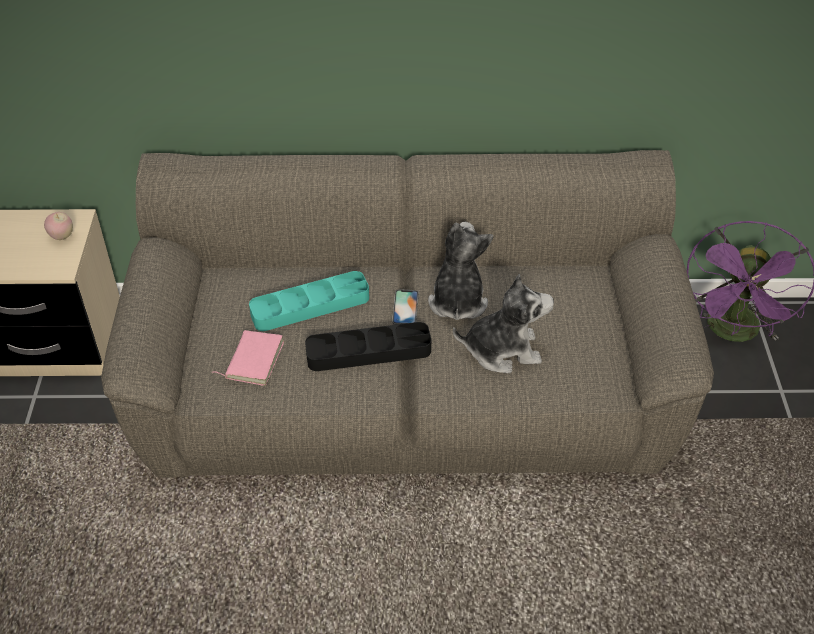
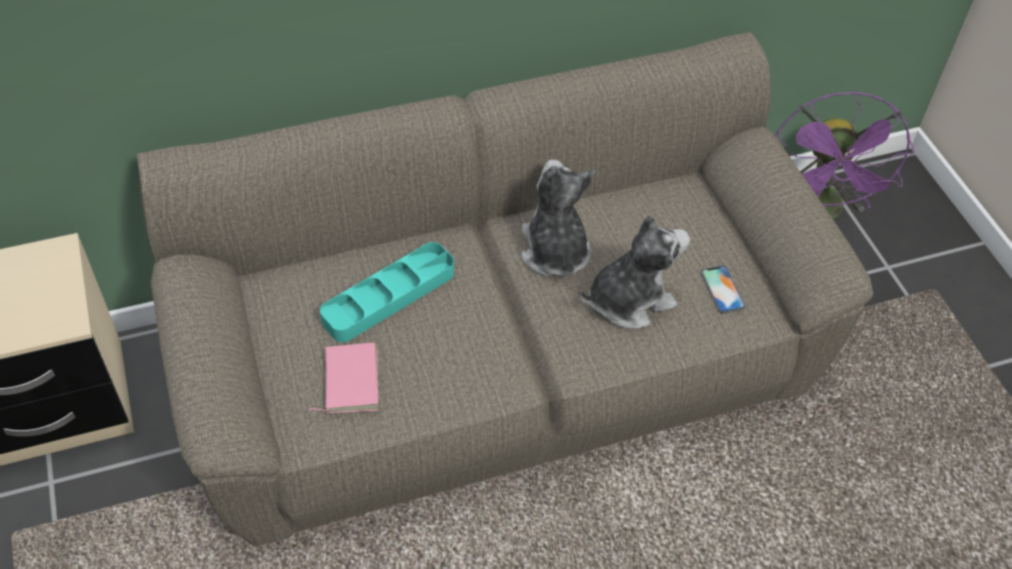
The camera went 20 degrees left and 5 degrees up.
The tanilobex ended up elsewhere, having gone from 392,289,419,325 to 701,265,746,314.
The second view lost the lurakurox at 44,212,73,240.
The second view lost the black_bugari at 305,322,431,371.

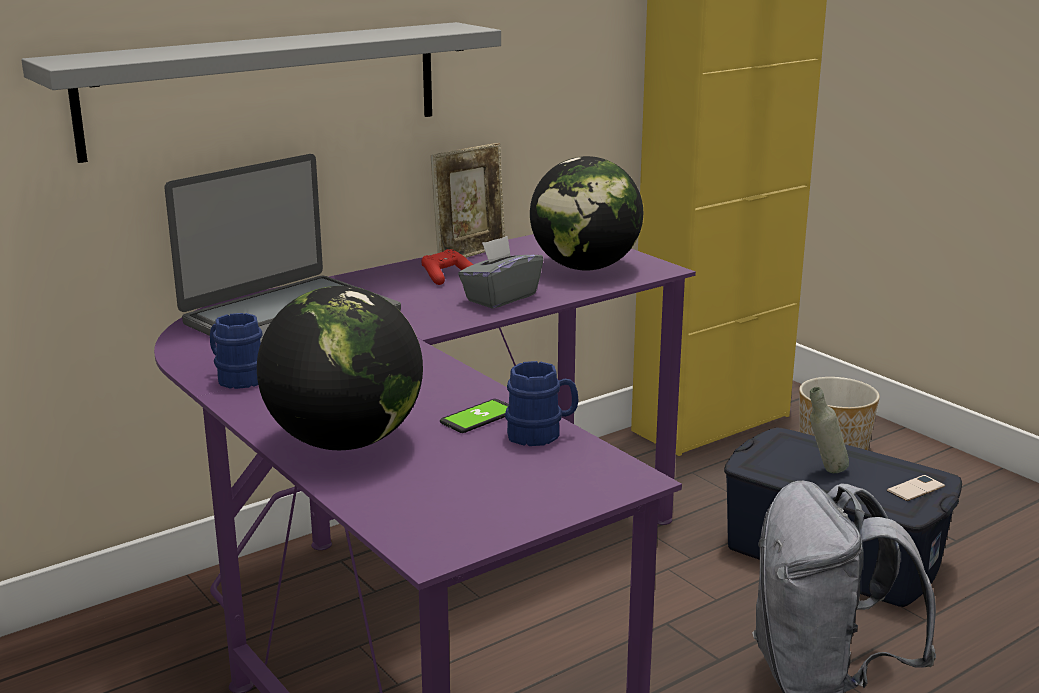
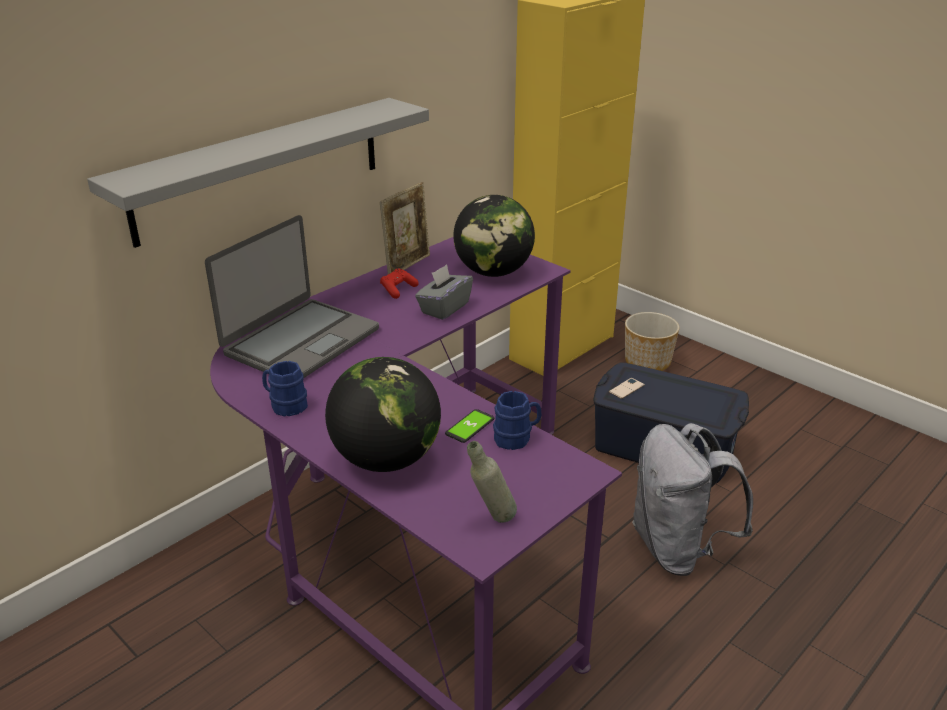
The camera went 10 degrees left and 10 degrees up.
The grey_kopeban ended up elsewhere, having gone from 810,387,849,473 to 467,441,517,523.
The tanilobex ended up elsewhere, having gone from 887,475,945,501 to 609,378,645,399.

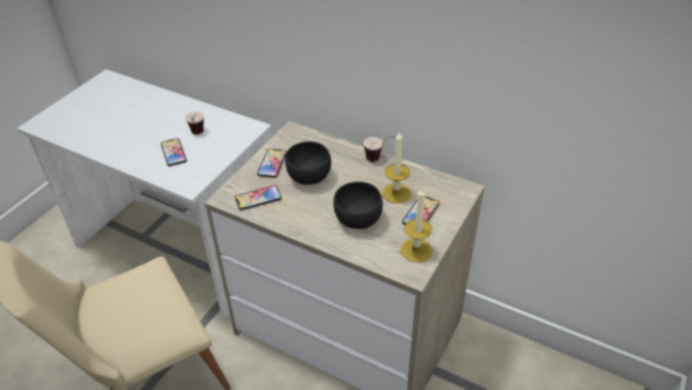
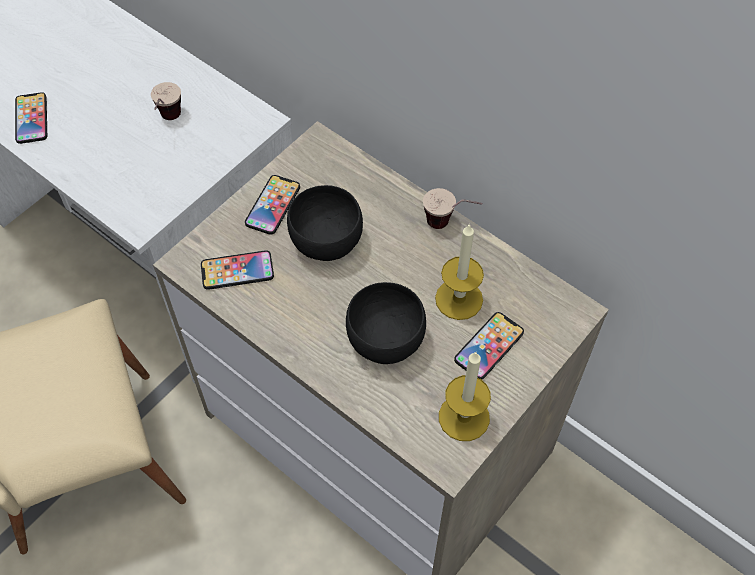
The camera went 10 degrees right and 15 degrees up.
The tanilobex ended up elsewhere, having gone from 161,138,187,166 to 15,92,47,144.

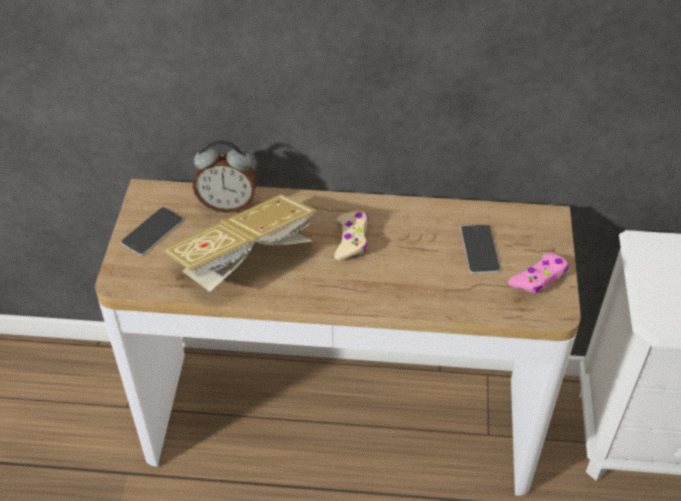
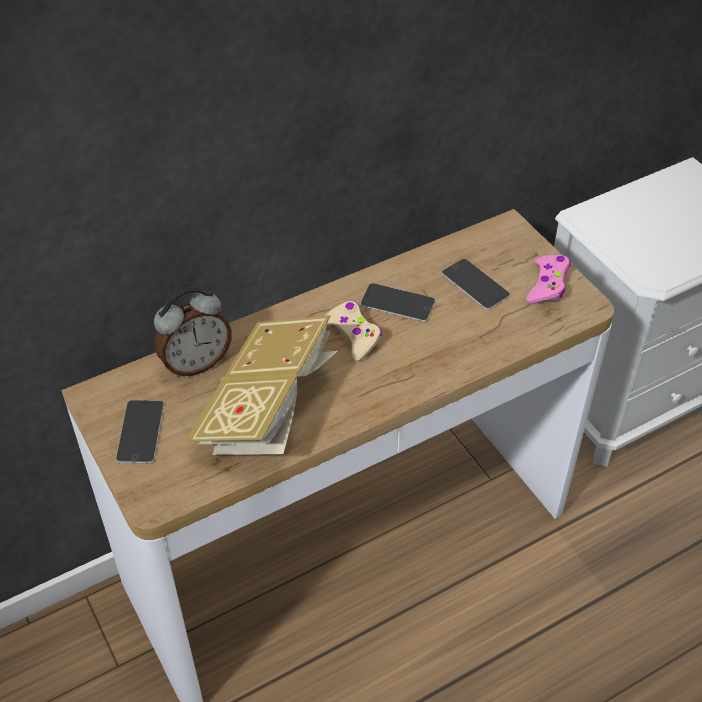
The camera went 35 degrees left and 0 degrees up.
The second view gained the tanilobex at 360,283,436,322.

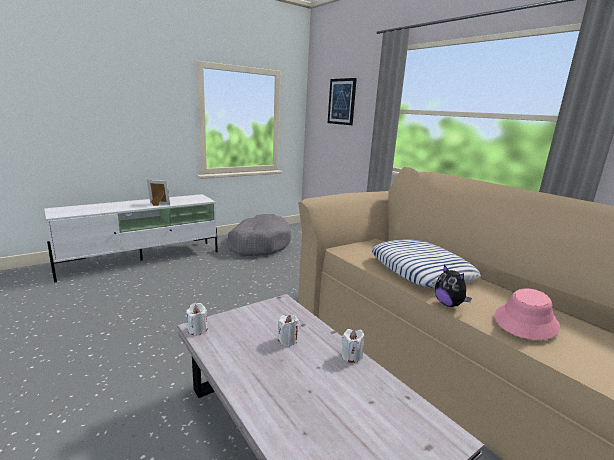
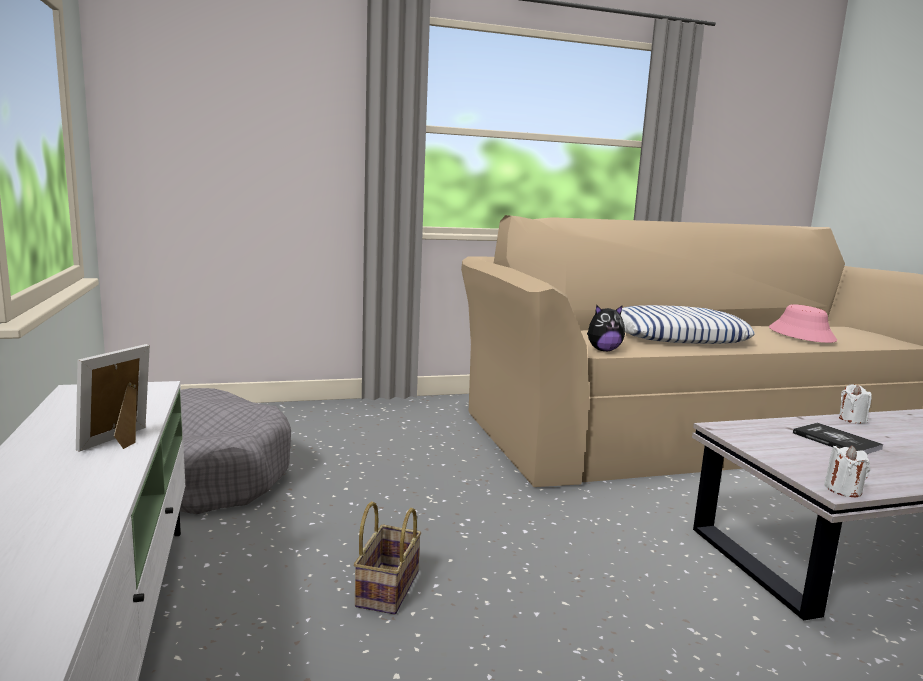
The camera went 70 degrees left and 5 degrees down.
The second view gained the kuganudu at 354,501,421,615.
The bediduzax ended up elsewhere, having gone from 435,265,472,307 to 587,305,625,351.
Where the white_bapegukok stood at 277,315,299,346, the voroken came to stand at 793,423,883,454.
The second view lost the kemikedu at 328,78,357,125.

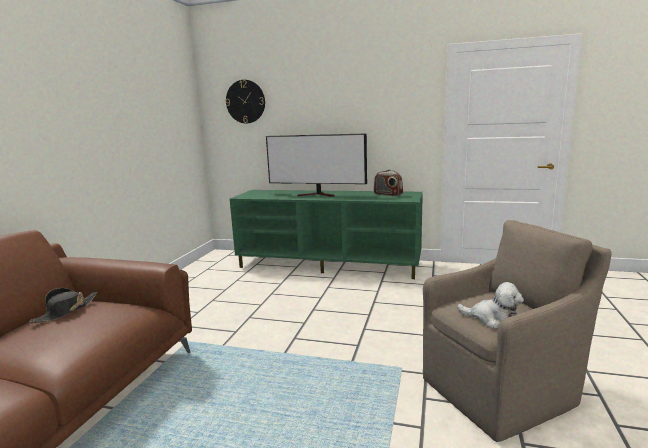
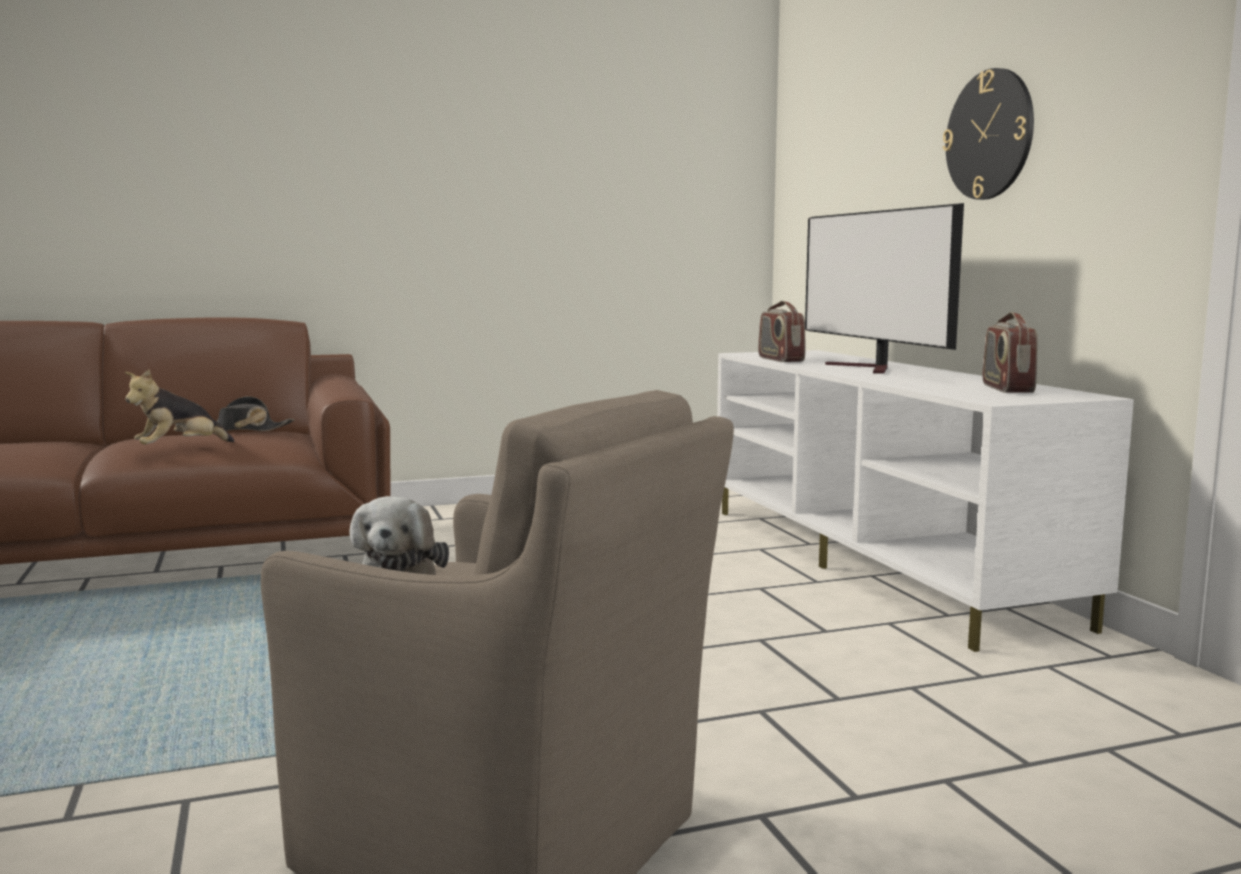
The camera went 55 degrees right and 5 degrees down.
The second view gained the bediduzax at 125,369,235,444.
What was the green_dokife at 230,190,423,279 turned into the white_dokife at 717,350,1134,652.
The second view gained the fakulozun at 758,301,806,362.
The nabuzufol ended up elsewhere, having gone from 225,80,265,123 to 943,68,1034,200.

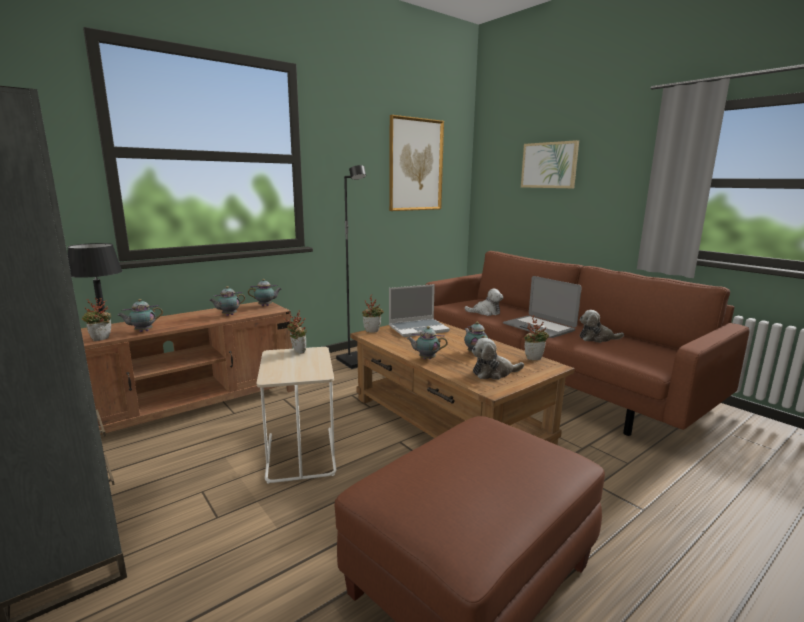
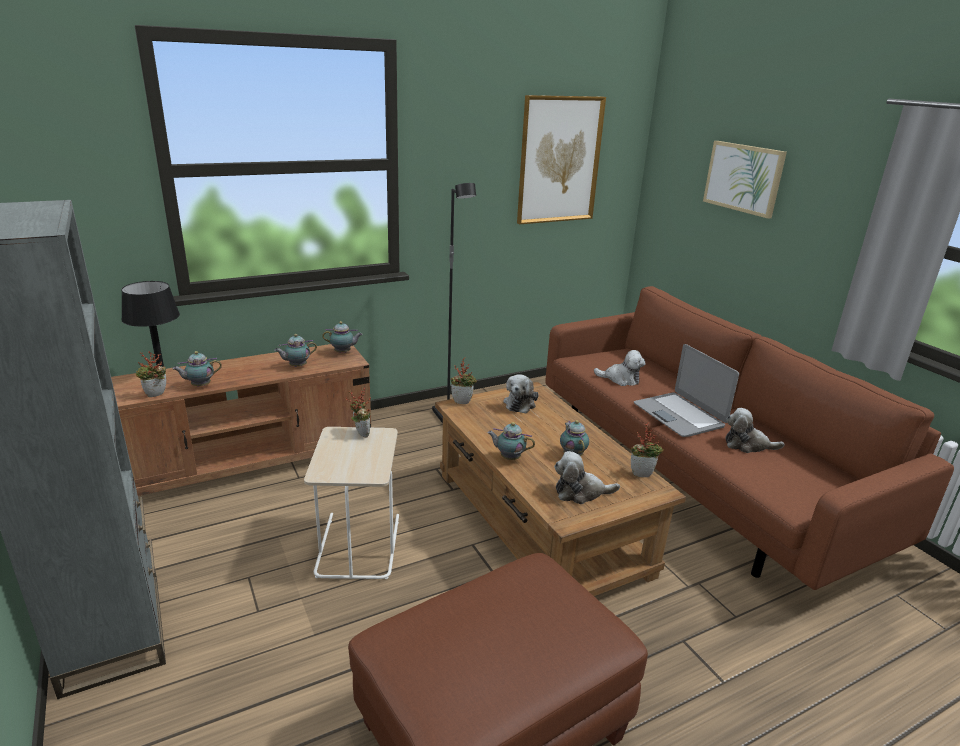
The camera went 10 degrees right and 10 degrees up.
Where the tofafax stood at 389,284,450,337, the bediduzax came to stand at 503,374,539,413.

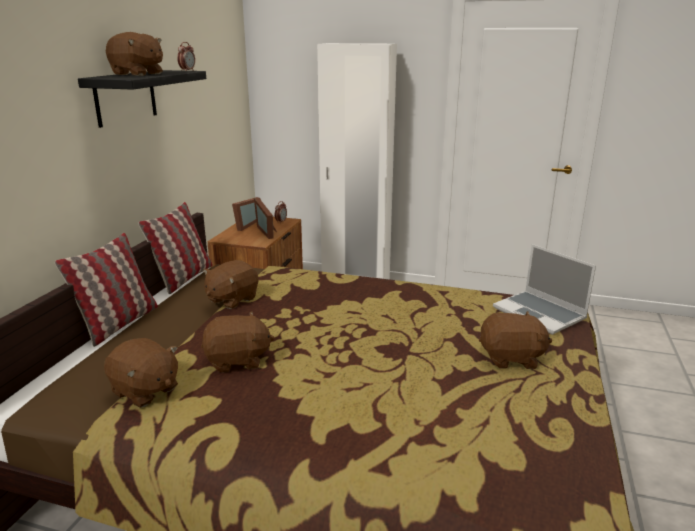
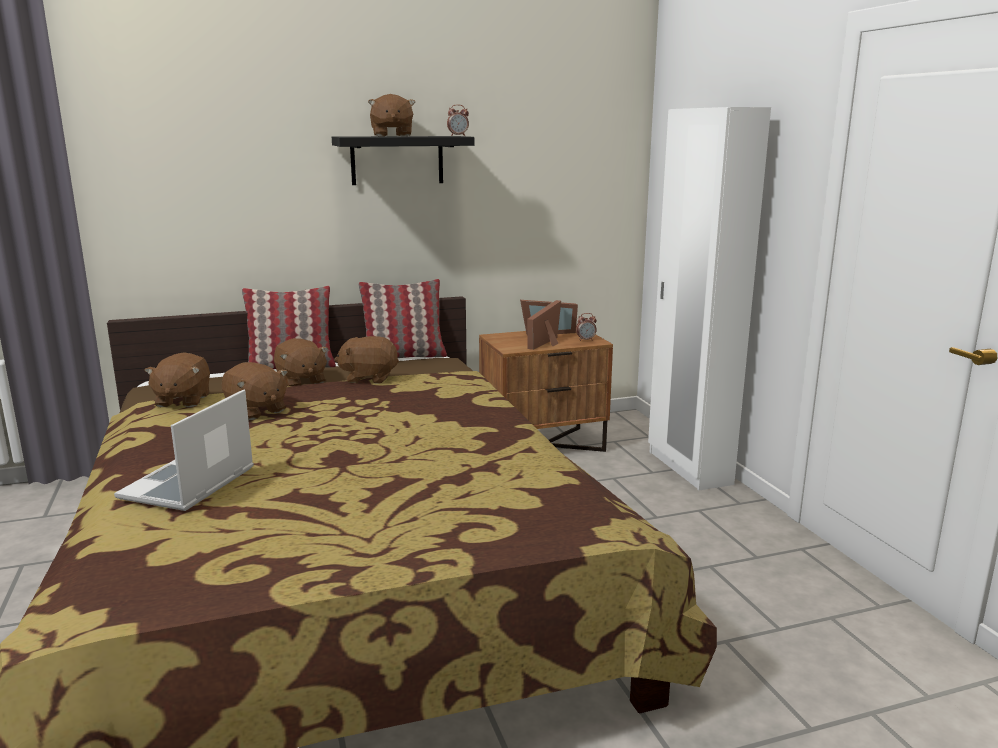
The camera went 55 degrees right and 5 degrees down.
The tofafax ended up elsewhere, having gone from 493,244,596,335 to 114,389,254,511.
The brown_bediduzax ended up elsewhere, having gone from 479,311,552,369 to 274,338,328,387.

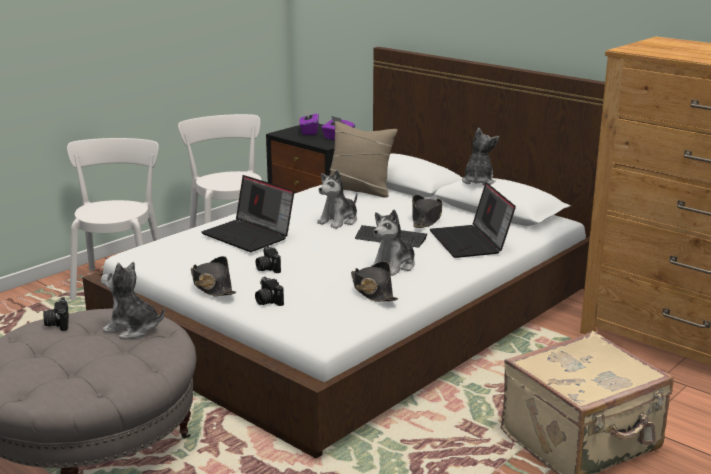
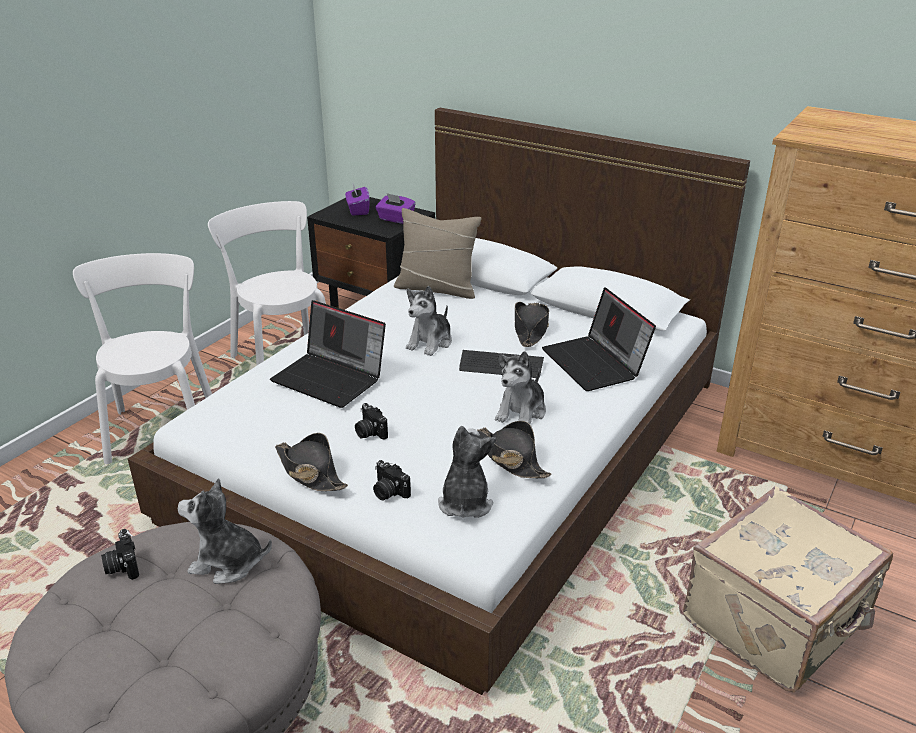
The camera went 10 degrees left and 10 degrees up.
The bediduzax ended up elsewhere, having gone from 462,128,499,185 to 438,426,496,518.

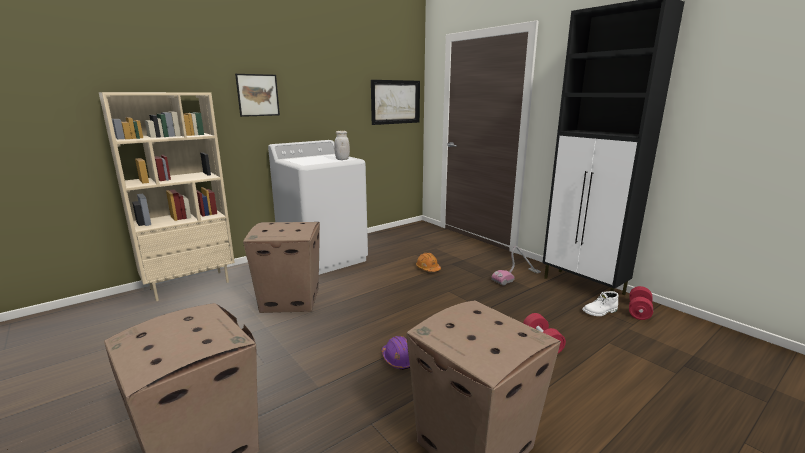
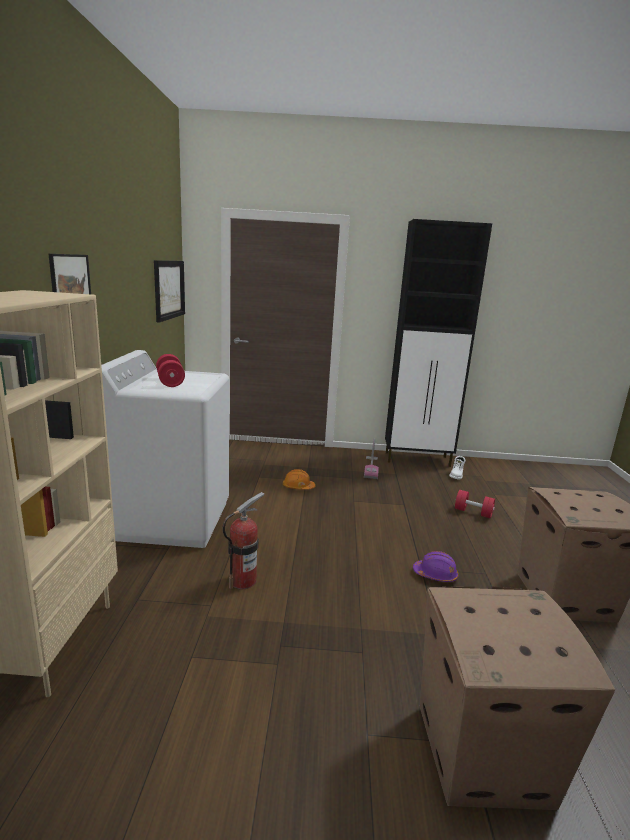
The camera went 50 degrees left and 0 degrees up.
The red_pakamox ended up elsewhere, having gone from 629,286,653,320 to 156,354,185,387.
Where the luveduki stood at 243,222,320,313, the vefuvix came to stand at 222,492,265,589.
The second view lost the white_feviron at 334,131,350,160.

